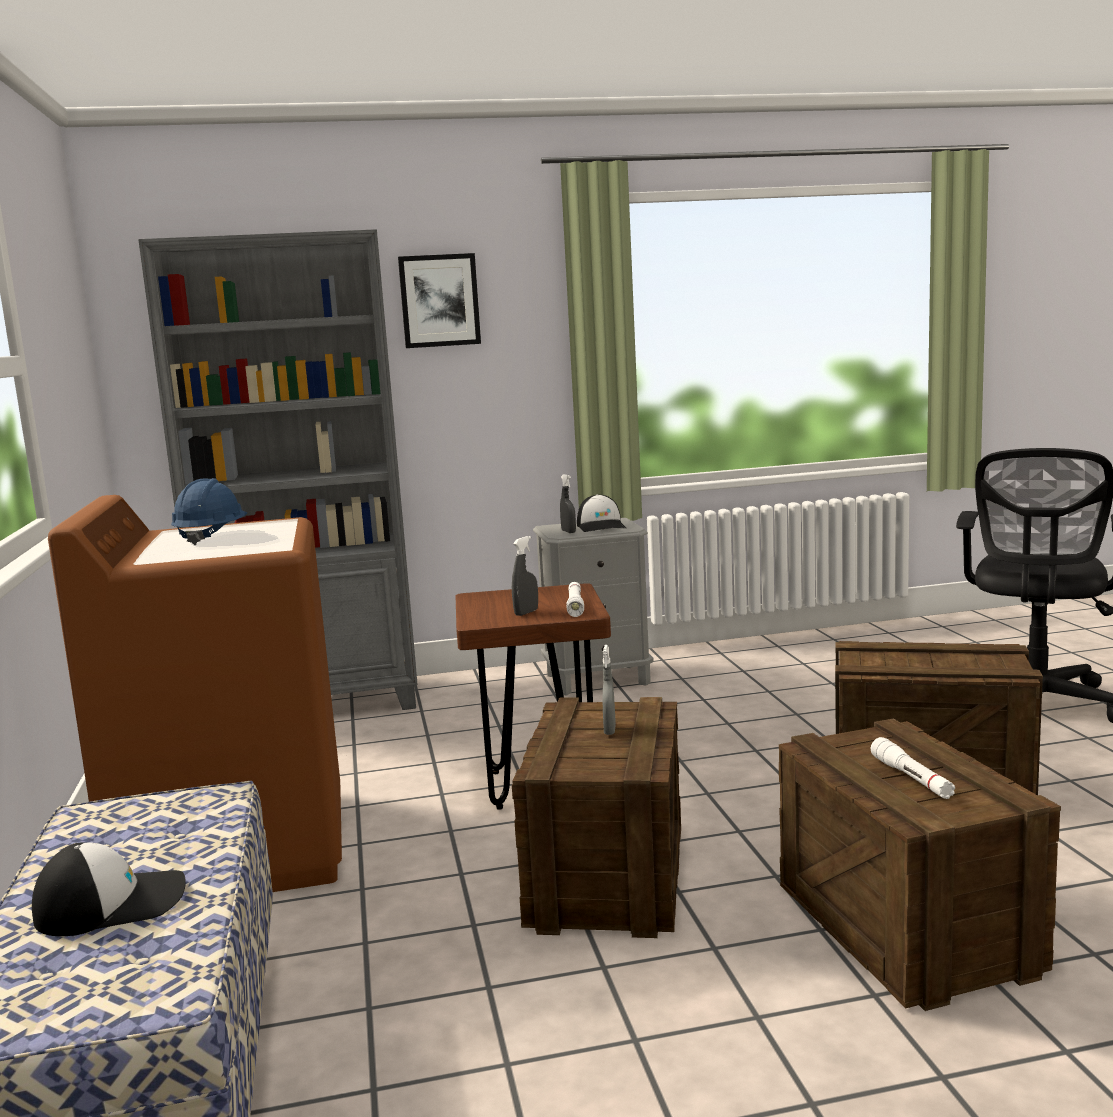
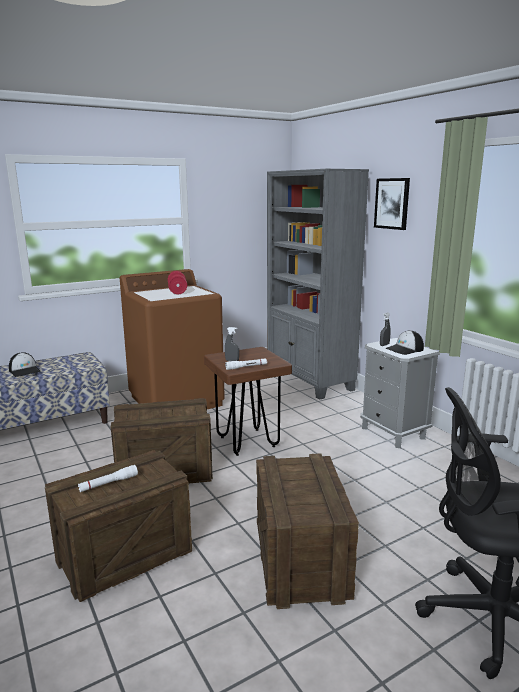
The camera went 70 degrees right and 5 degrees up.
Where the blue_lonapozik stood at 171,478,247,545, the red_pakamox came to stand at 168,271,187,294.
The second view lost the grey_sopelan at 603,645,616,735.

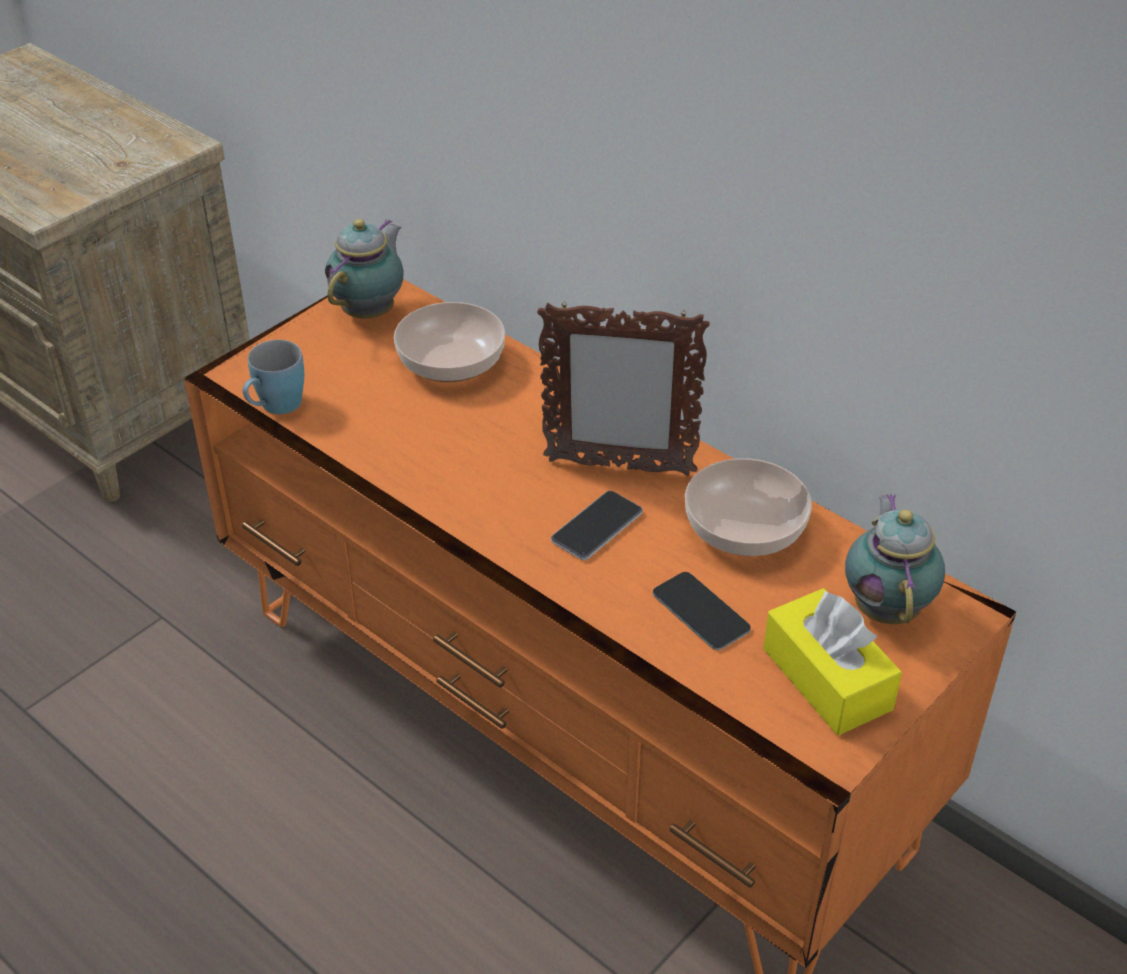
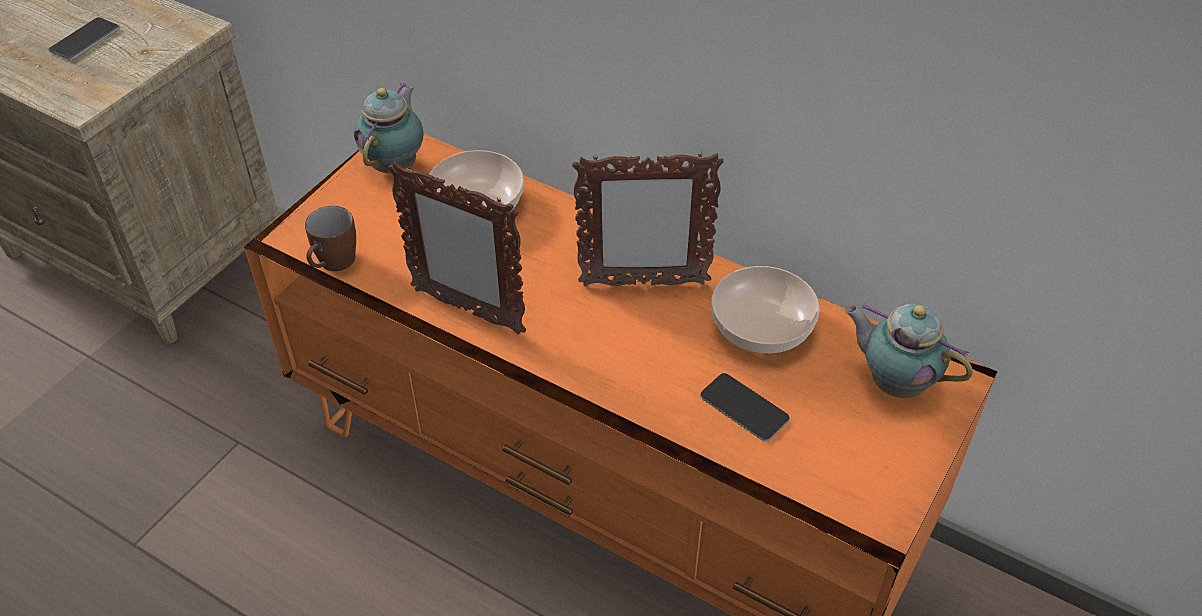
The camera went 10 degrees left and 5 degrees up.
The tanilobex ended up elsewhere, having gone from 551,491,643,560 to 48,17,120,61.
What was the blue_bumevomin at 243,340,304,414 turned into the brown_bumevomin at 305,206,356,271.
The second view gained the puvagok at 388,162,526,334.
The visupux at 845,494,945,624 ended up facing another way, 45 degrees counterclockwise from before.
The second view lost the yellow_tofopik at 763,588,902,735.

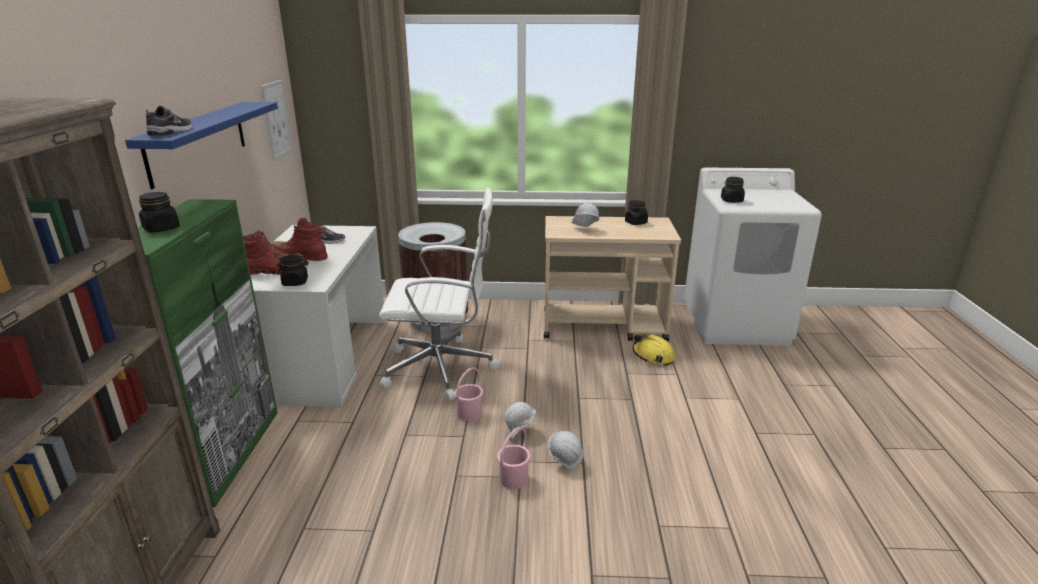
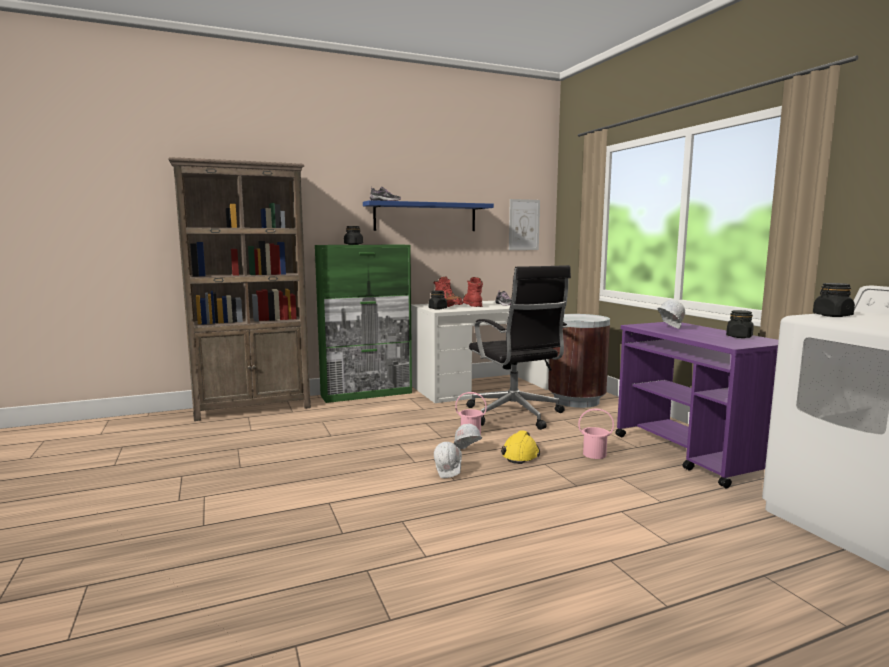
The camera went 65 degrees right and 15 degrees down.
What was the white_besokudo at 379,188,500,401 turned into the black_besokudo at 466,265,571,430.
The yellow_lonapozik ended up elsewhere, having gone from 633,334,675,366 to 501,430,540,464.
The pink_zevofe ended up elsewhere, having gone from 497,427,531,489 to 578,408,614,459.
What was the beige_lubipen at 544,216,681,341 turned into the purple_lubipen at 615,322,778,488.

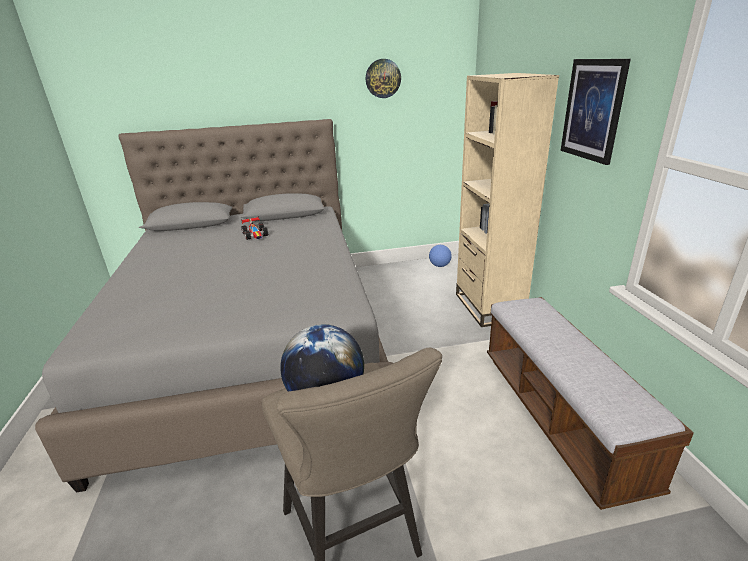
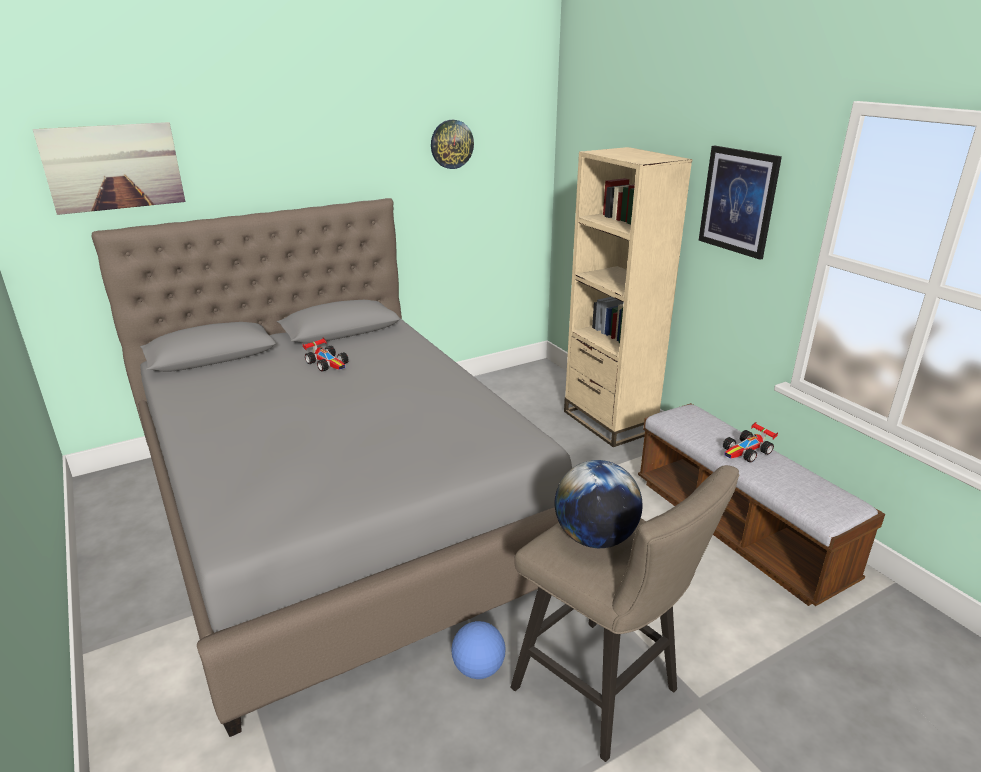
The camera went 20 degrees left and 0 degrees up.
The second view gained the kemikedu at 33,122,185,215.
The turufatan ended up elsewhere, having gone from 429,245,452,267 to 451,621,505,679.
The second view gained the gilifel at 723,422,778,462.

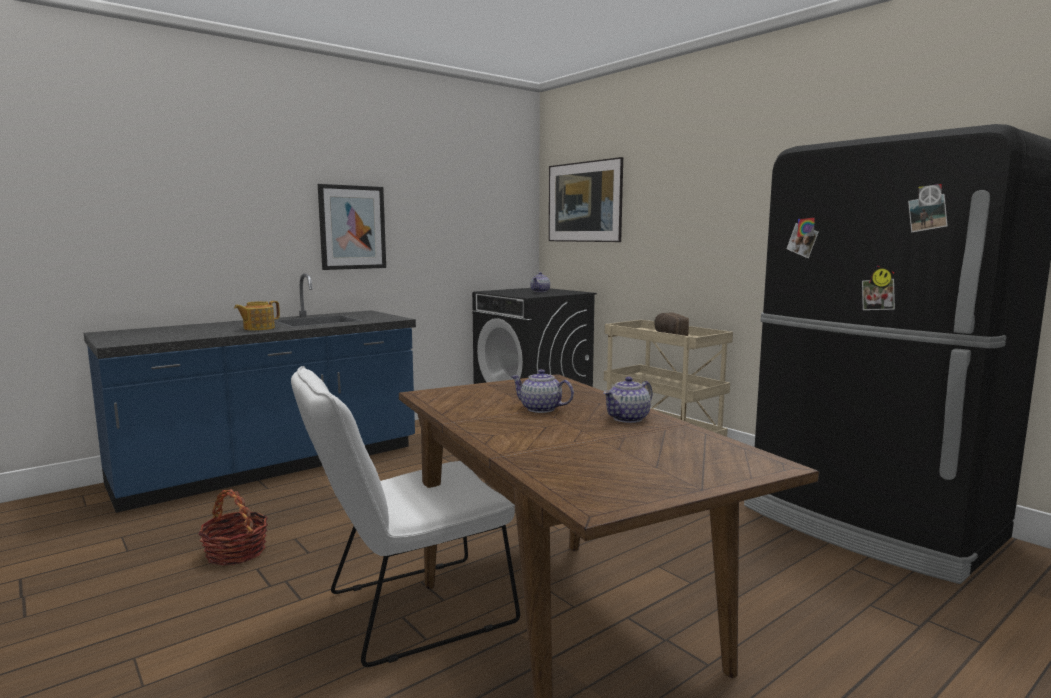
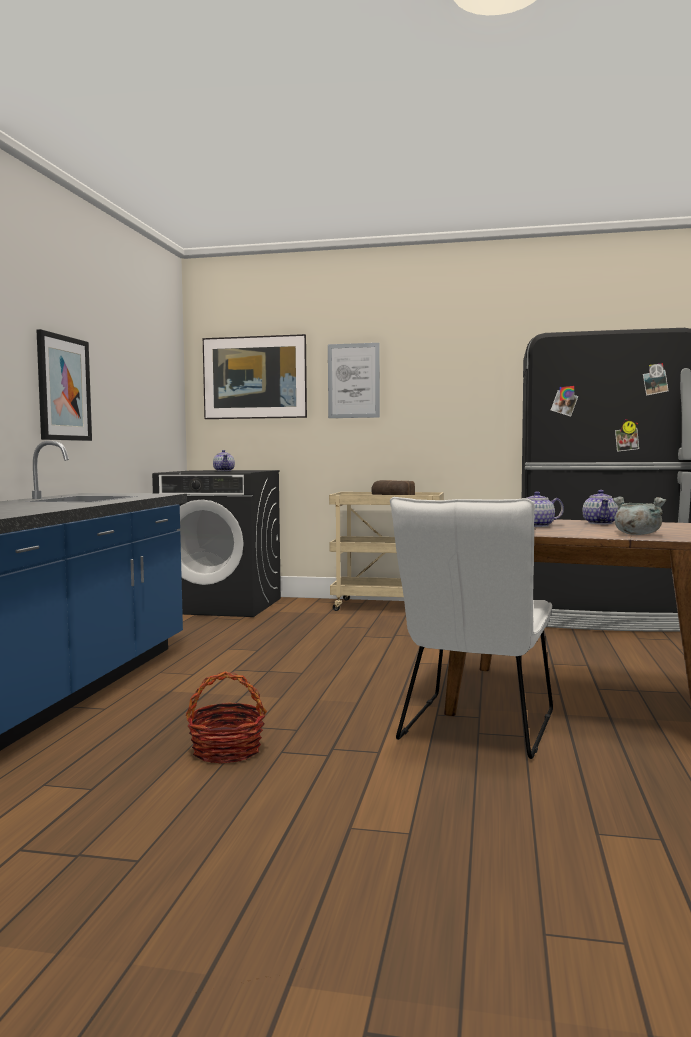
The camera went 40 degrees left and 5 degrees down.
The second view gained the kemikedu at 328,343,380,418.
The second view gained the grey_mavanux at 613,497,667,535.
The second view lost the visupux at 234,301,280,331.

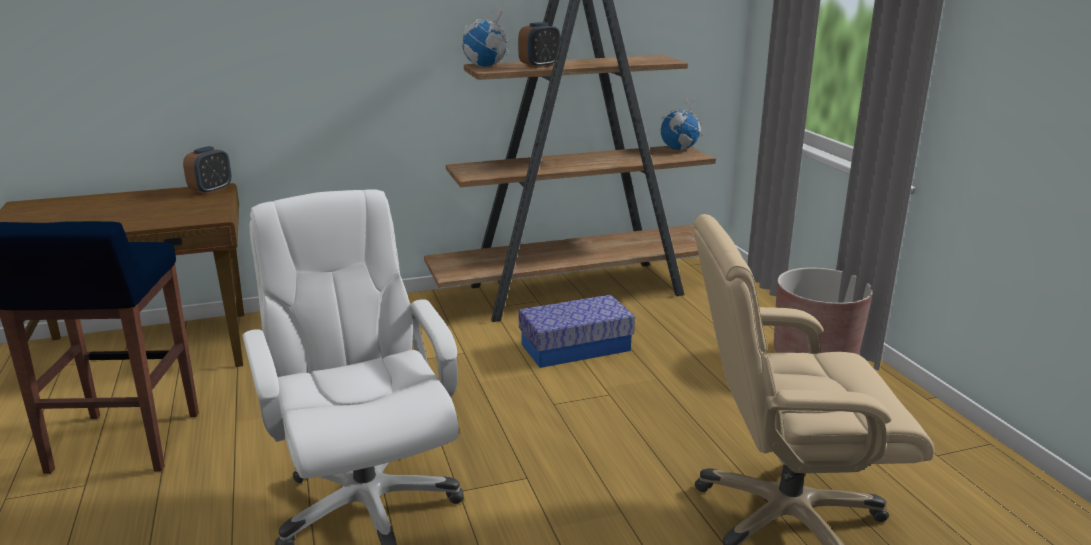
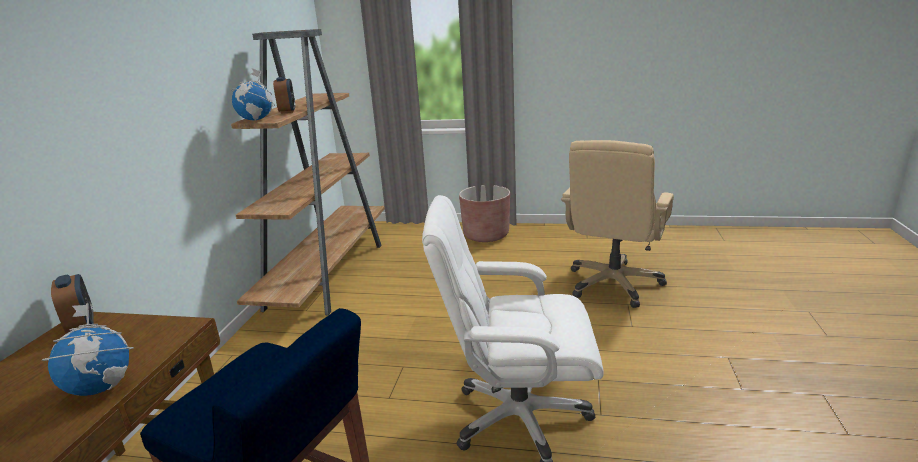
The camera went 60 degrees left and 0 degrees up.
The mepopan ended up elsewhere, having gone from 661,97,703,151 to 42,303,134,396.
The second view lost the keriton at 519,295,635,368.

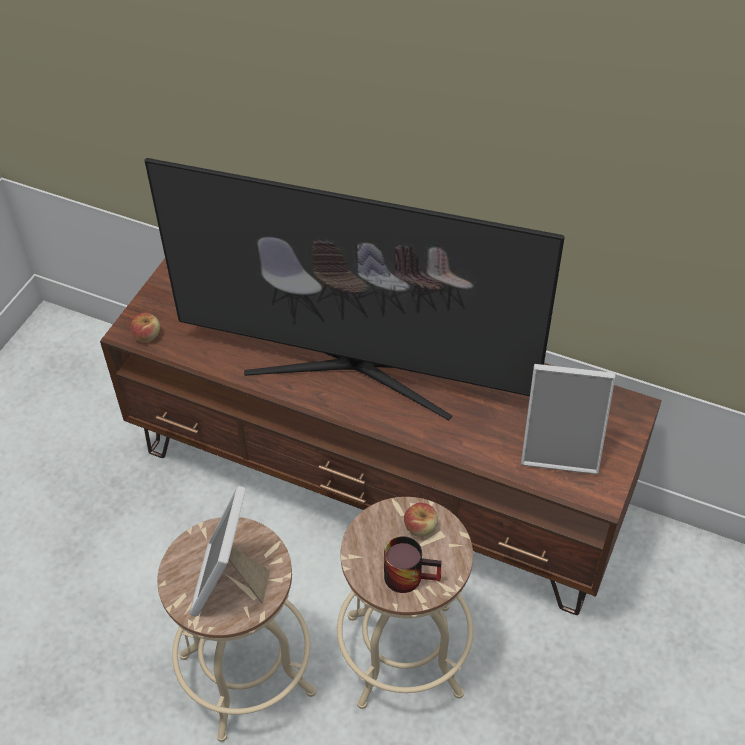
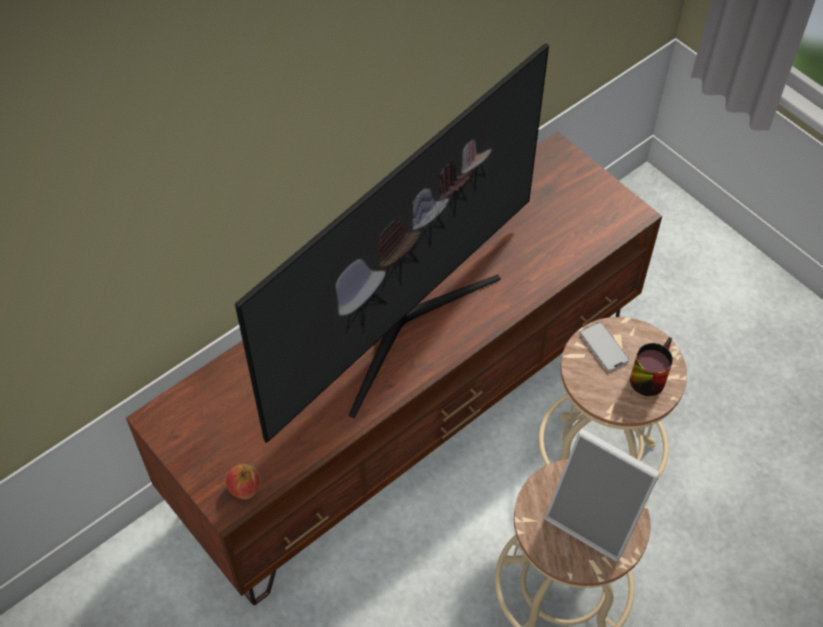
The camera went 65 degrees left and 5 degrees up.
Where the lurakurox stood at 404,503,438,537, the tanilobex came to stand at 580,322,629,371.
The second view lost the puvagok at 521,364,616,474.

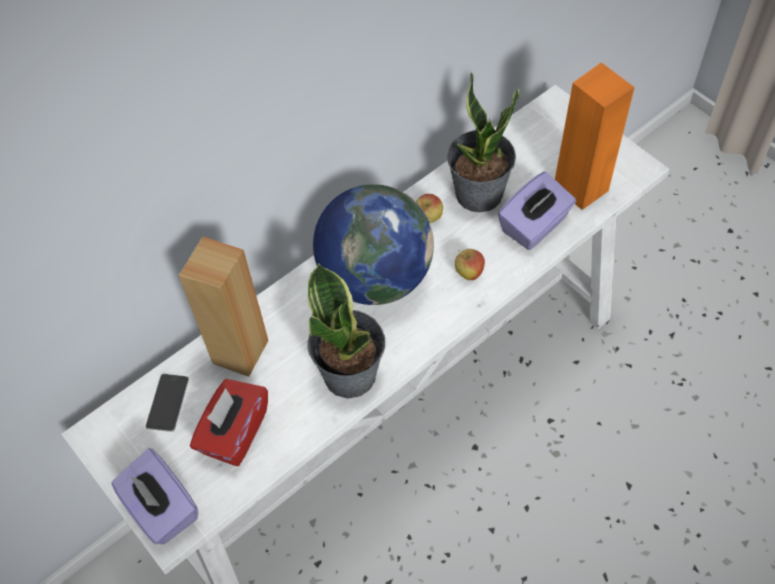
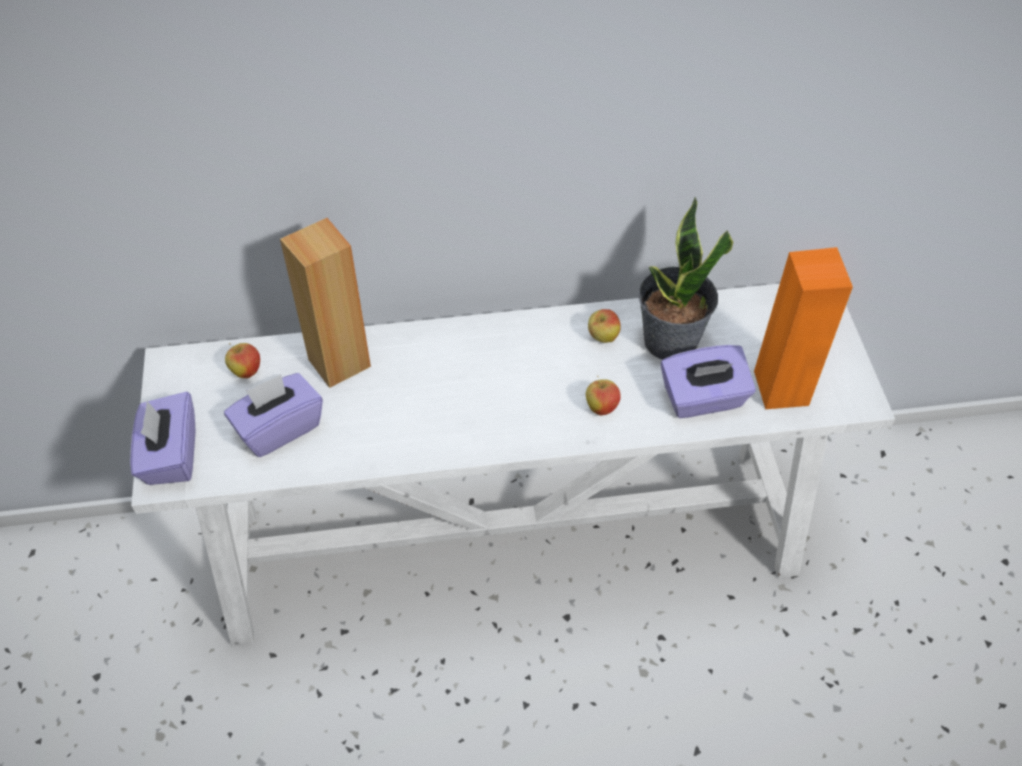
The camera went 30 degrees right and 5 degrees down.
What was the red_tofopik at 190,379,268,466 turned into the purple_tofopik at 224,373,323,457.
Where the tanilobex stood at 146,374,189,432, the lurakurox came to stand at 225,343,260,378.
The second view lost the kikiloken at 307,263,385,399.
The second view lost the mepopan at 313,184,434,305.

